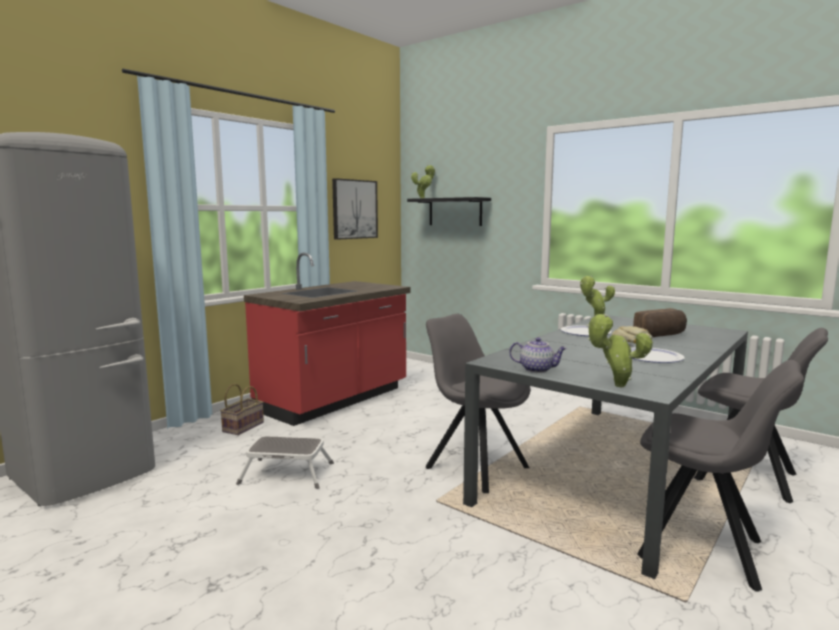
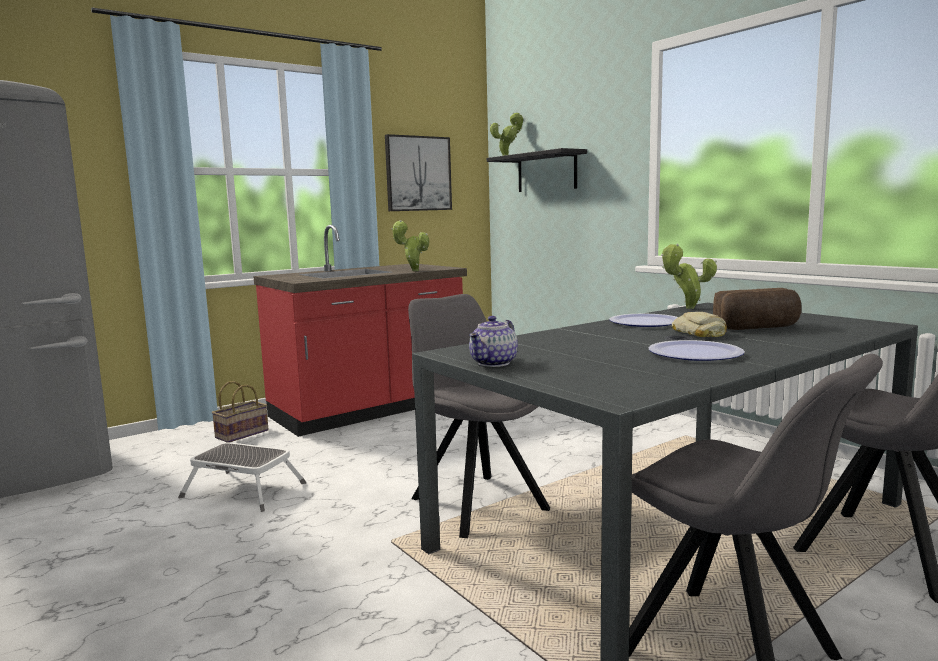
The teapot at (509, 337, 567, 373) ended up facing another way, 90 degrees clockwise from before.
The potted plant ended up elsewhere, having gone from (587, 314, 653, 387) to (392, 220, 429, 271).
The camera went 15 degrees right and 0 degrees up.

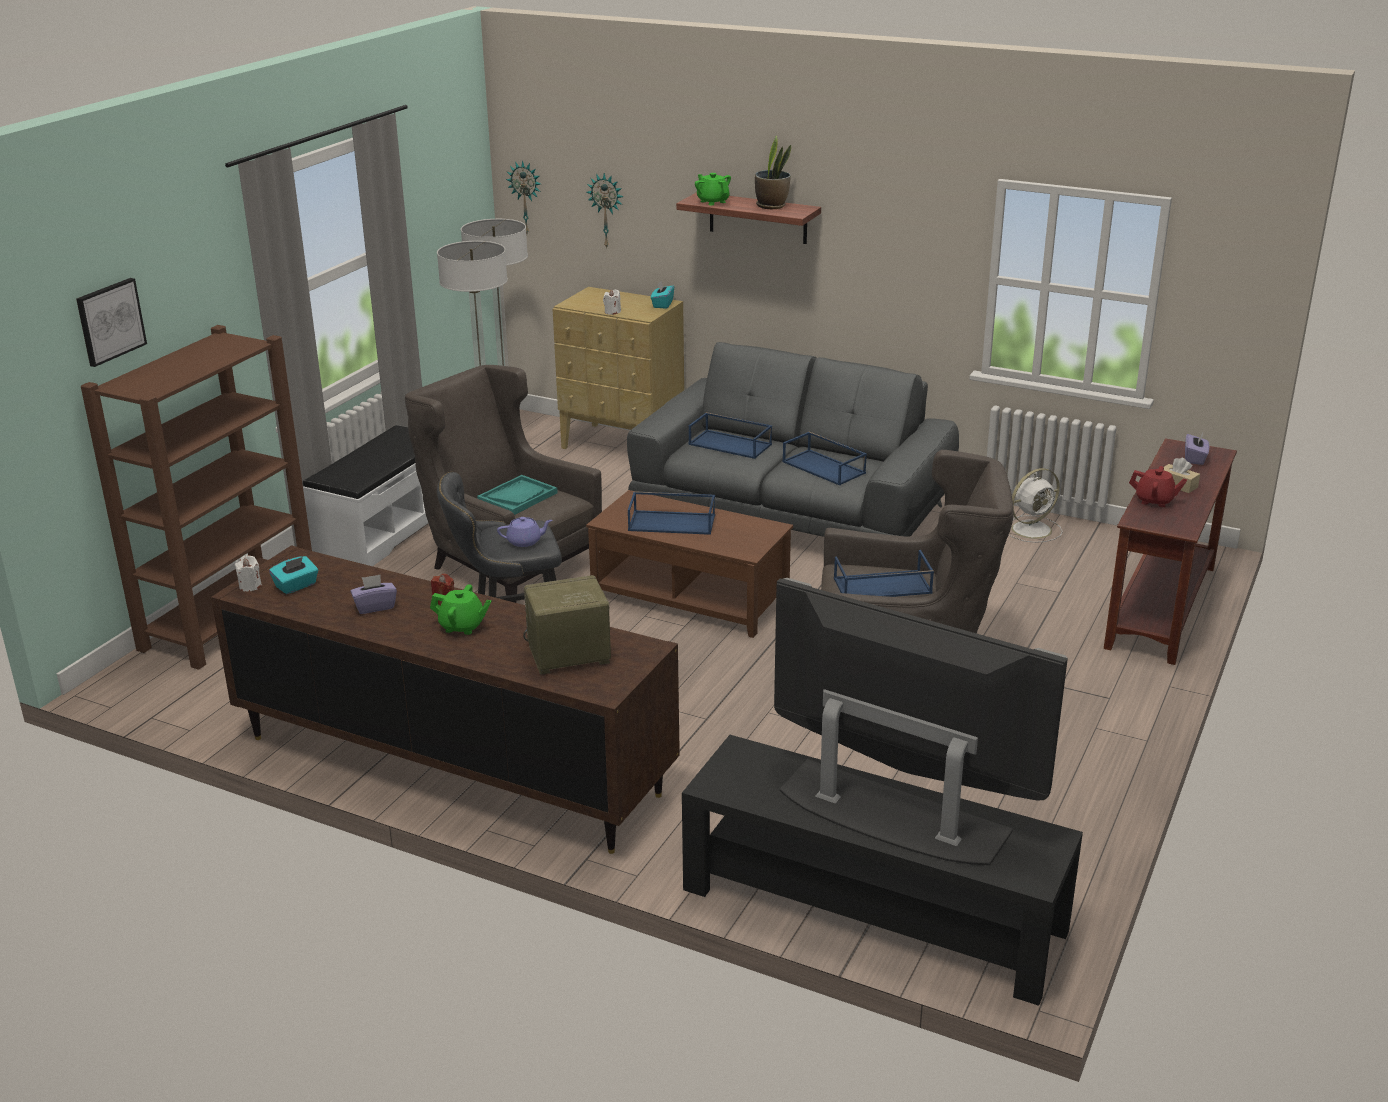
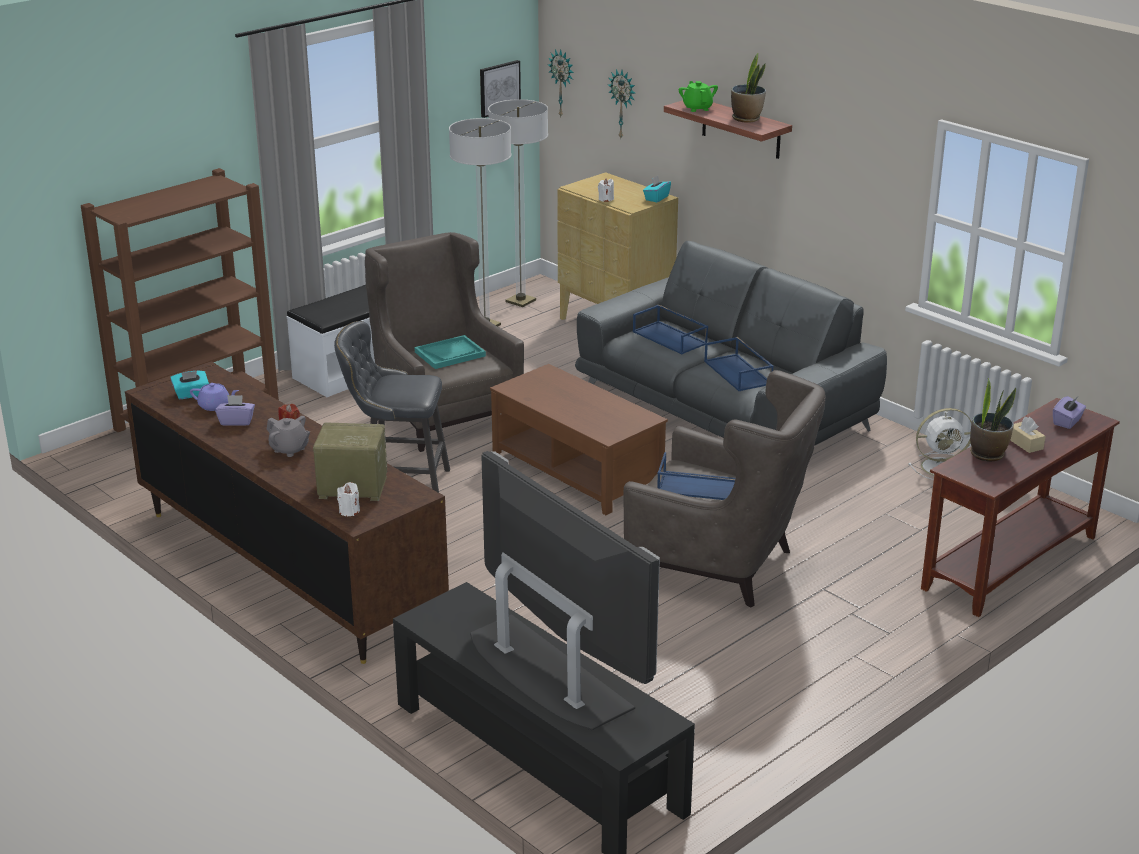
The picture ended up elsewhere, having gone from (76, 278, 147, 367) to (480, 60, 521, 118).
The candle in white ended up elsewhere, having gone from (235, 555, 262, 592) to (337, 482, 360, 516).
What was the teapot in green at (430, 584, 492, 635) turned into the teapot in grey at (267, 416, 310, 457).
The teapot in purple ended up elsewhere, having gone from (497, 517, 552, 547) to (190, 383, 239, 411).
The second view lost the tray in blue at (628, 491, 715, 535).
Where the teapot in red stood at (1129, 466, 1187, 507), the potted plant came to stand at (970, 378, 1016, 461).
The camera went 20 degrees right and 0 degrees up.

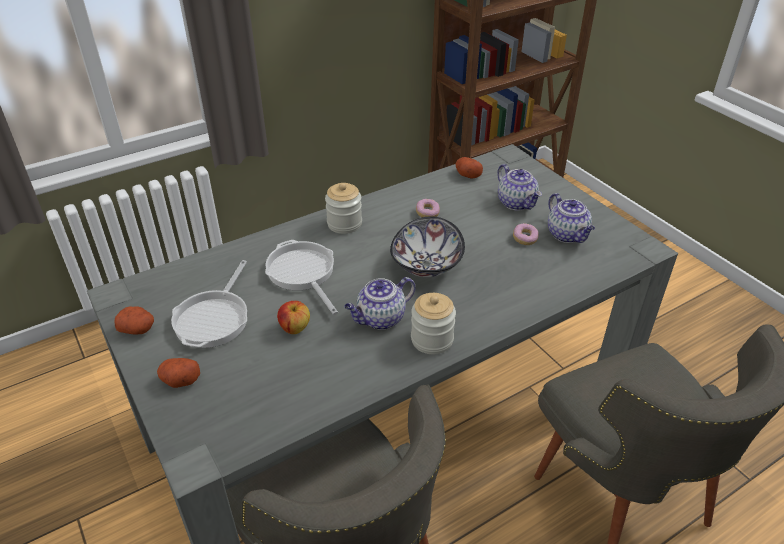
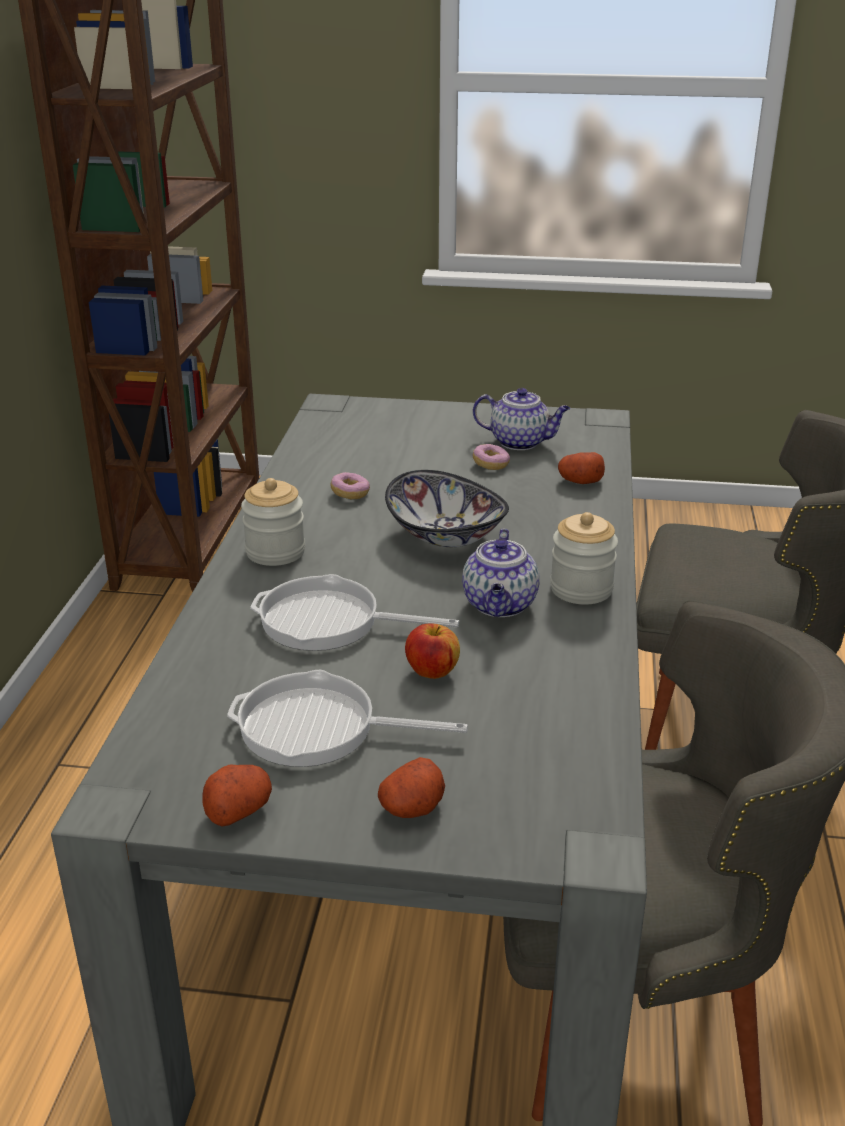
The frying pan at (171, 260, 247, 348) ended up facing another way, 135 degrees clockwise from before.
The potato ended up elsewhere, having gone from (456, 157, 483, 179) to (558, 452, 605, 484).
The second view lost the teapot at (497, 164, 542, 210).
The camera went 50 degrees left and 10 degrees down.

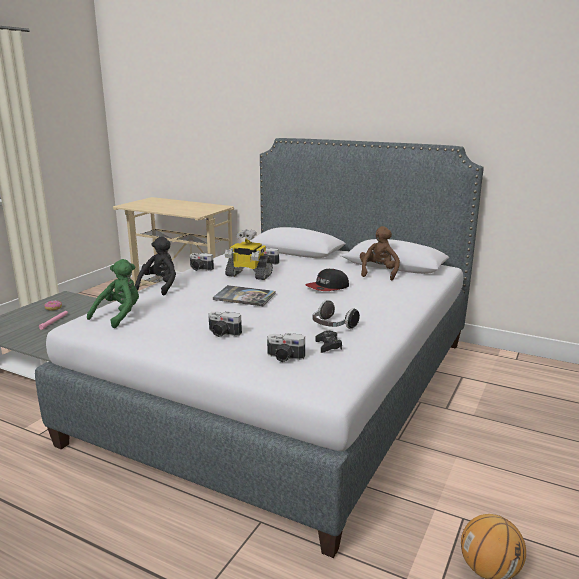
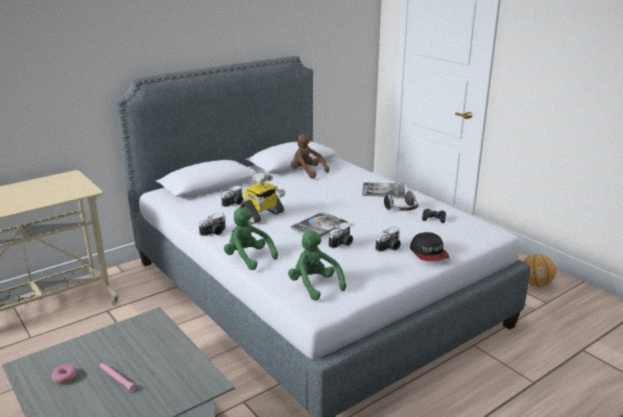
What was the plush toy in black at (135, 236, 176, 295) turned into the plush toy in green at (224, 208, 278, 270).
The photo camera ended up elsewhere, having gone from (267, 333, 305, 362) to (329, 222, 353, 248).
The cap ended up elsewhere, having gone from (305, 269, 349, 291) to (410, 232, 450, 261).
The second view gained the book at (362, 182, 405, 197).
The camera went 65 degrees left and 5 degrees up.

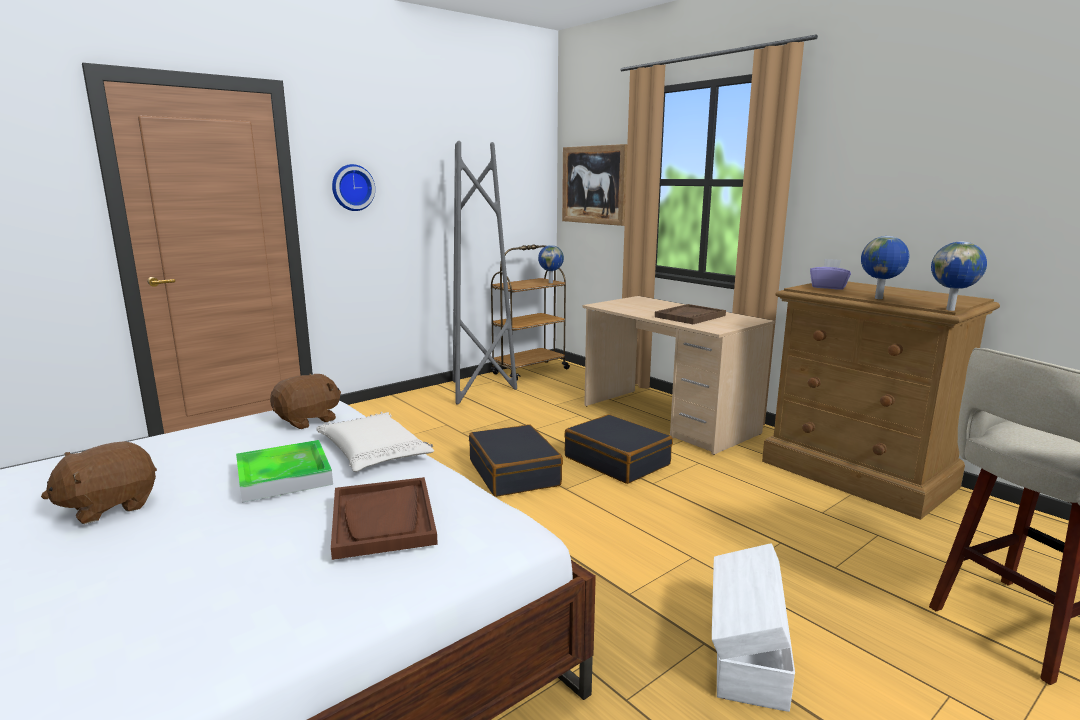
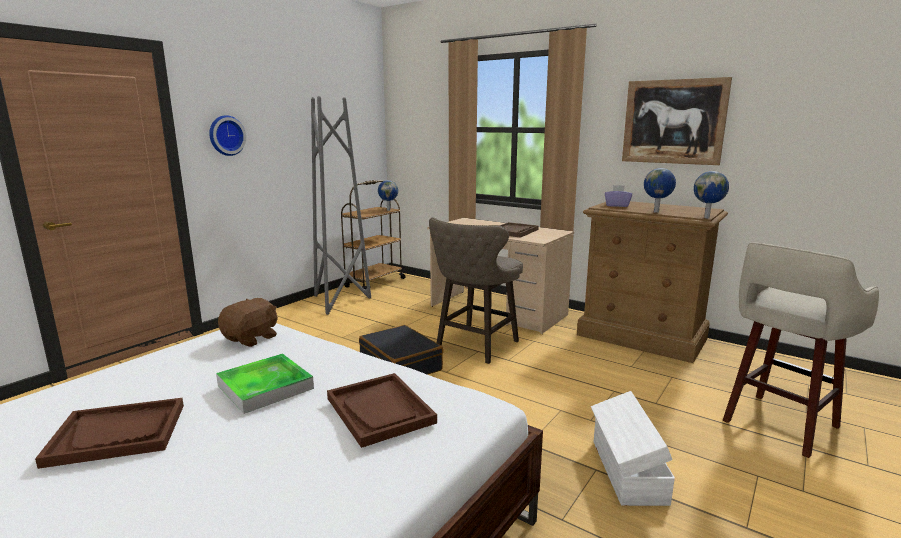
Where the plush toy in brown stood at (41, 441, 157, 524), the tray in brown came to stand at (35, 398, 184, 469).
The second view lost the pillow in white at (316, 412, 434, 472).
The picture ended up elsewhere, having gone from (562, 144, 627, 226) to (622, 77, 732, 165).
Where the suitcase in black stood at (564, 414, 673, 484), the stool in beige came to stand at (429, 217, 523, 364).
The camera went 15 degrees left and 0 degrees up.

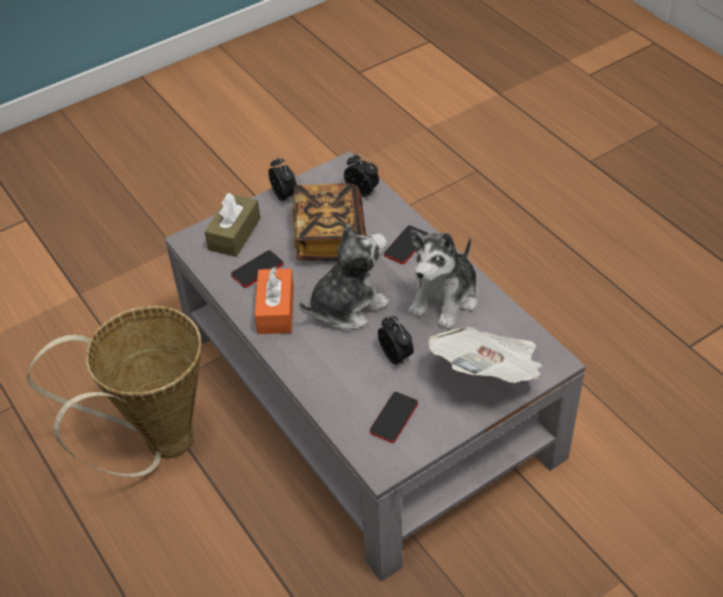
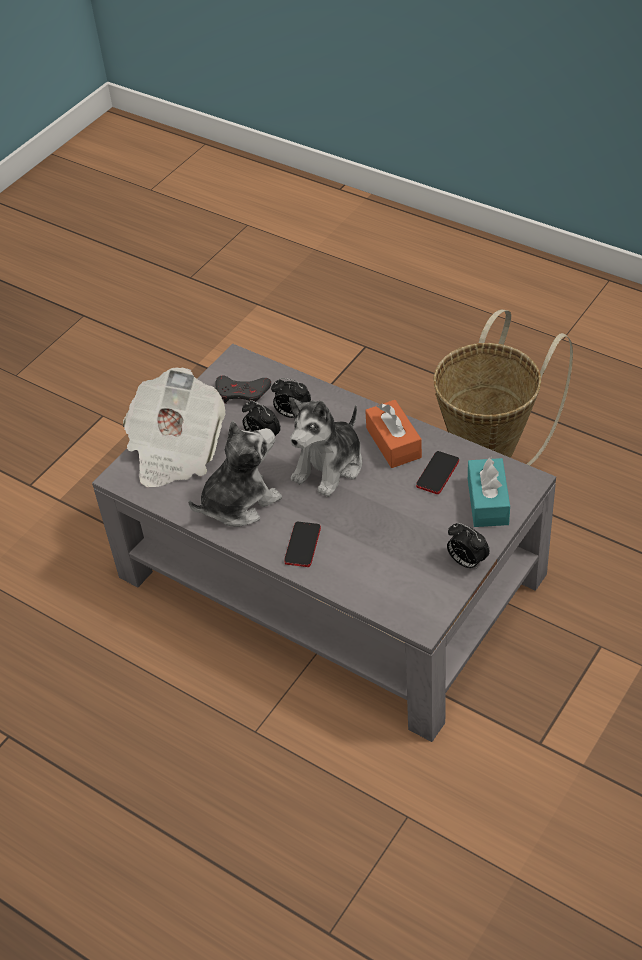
What was the tissue box in brown at (204, 193, 261, 257) turned into the tissue box in turquoise at (468, 457, 510, 527).
The second view lost the book at (292, 183, 367, 261).
The alarm clock ended up elsewhere, having gone from (344, 154, 379, 197) to (271, 378, 311, 418).
Where the phone stood at (370, 392, 418, 443), the game controller in grey came to stand at (215, 376, 271, 404).
The plush toy at (408, 230, 479, 330) ended up facing another way, 45 degrees clockwise from before.
The camera went 160 degrees right and 0 degrees up.

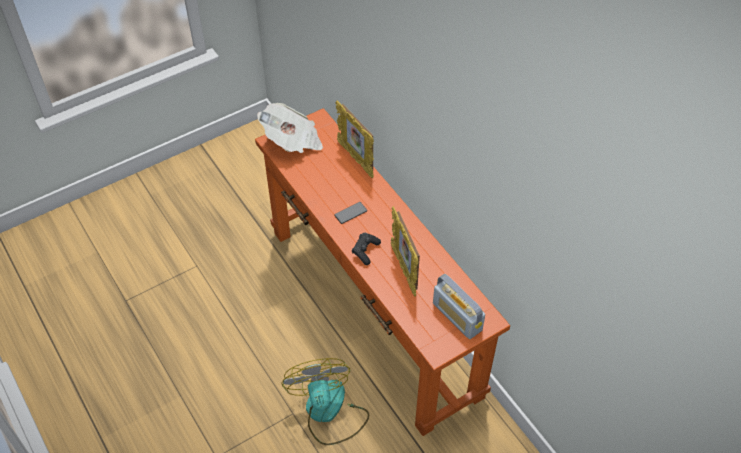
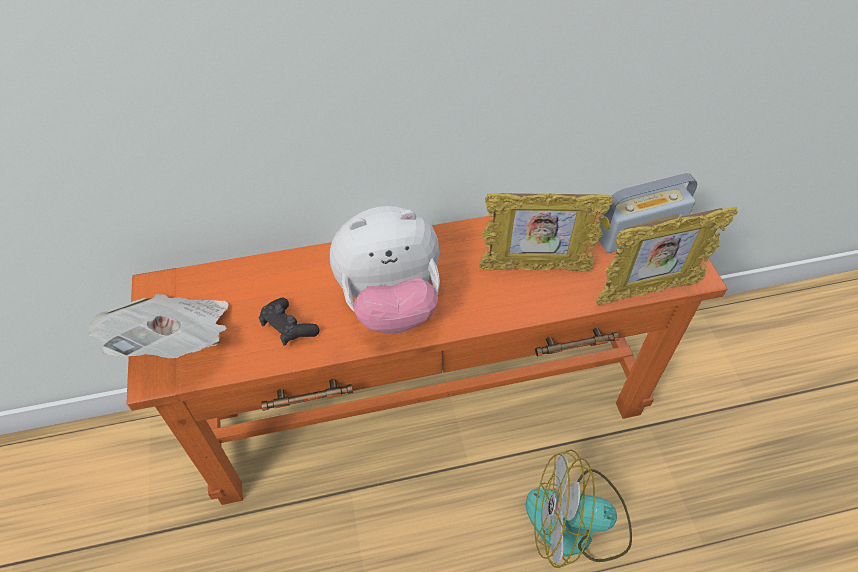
Where the phone stood at (334, 202, 367, 224), the plush toy came to stand at (330, 206, 440, 334).
The picture frame ended up elsewhere, having gone from (335, 101, 374, 178) to (596, 207, 737, 305).
The game controller in black ended up elsewhere, having gone from (352, 233, 381, 265) to (259, 298, 319, 346).
The camera went 70 degrees left and 0 degrees up.

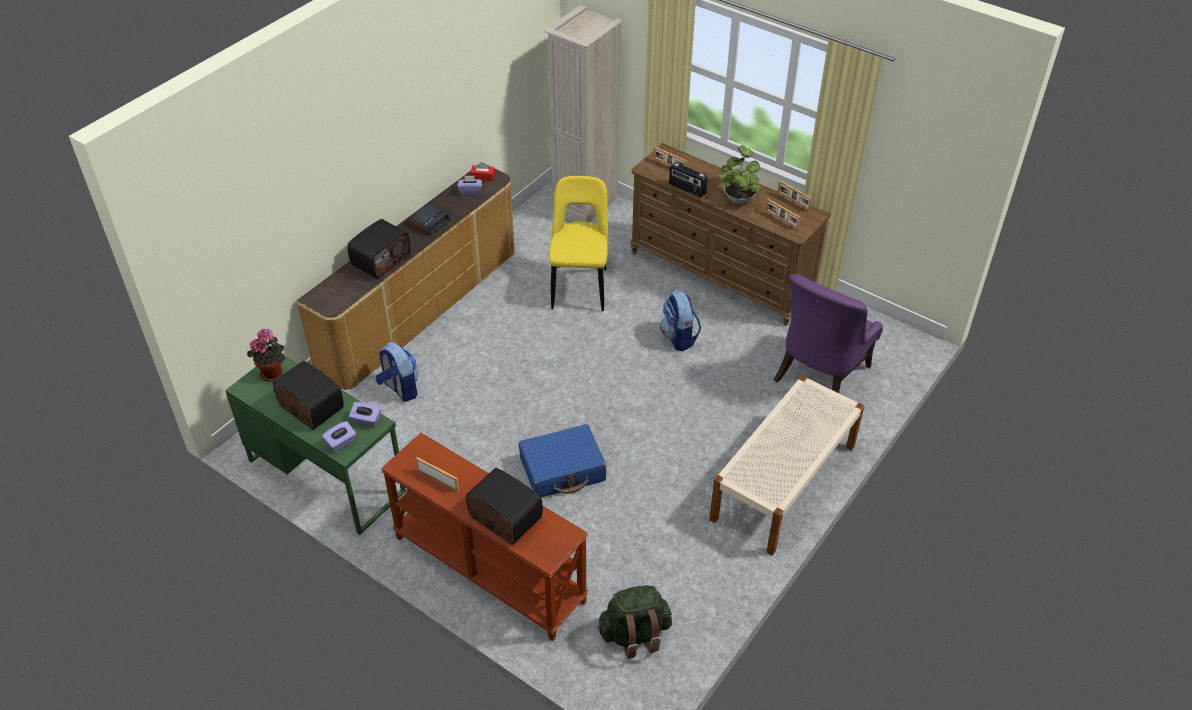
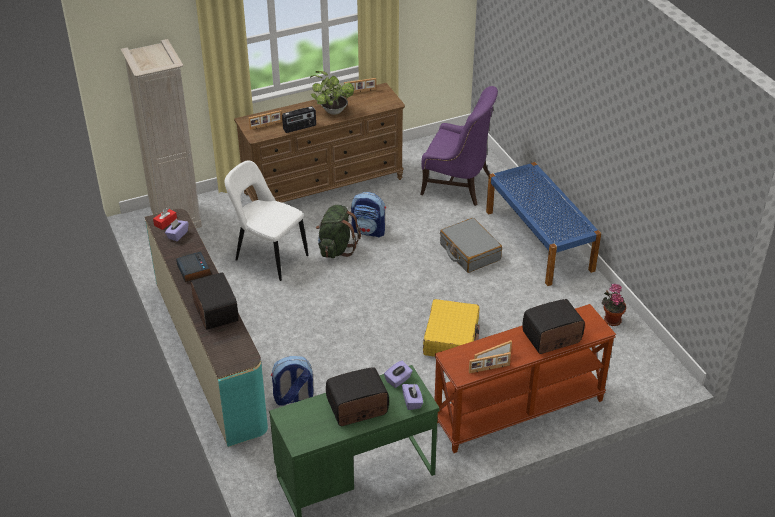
The potted plant ended up elsewhere, having gone from (247, 328, 285, 382) to (602, 283, 626, 326).
What was the cabinet in brown at (297, 163, 515, 390) turned into the cabinet in turquoise at (145, 209, 268, 447).
What was the suitcase in blue at (519, 424, 606, 497) turned into the suitcase in yellow at (423, 299, 480, 357).
What was the chair in yellow at (549, 176, 608, 311) turned into the chair in white at (224, 160, 308, 281).
The backpack in green ended up elsewhere, having gone from (597, 585, 672, 659) to (316, 205, 361, 258).
What was the bench in beige at (709, 375, 865, 556) turned into the bench in blue at (486, 162, 601, 286).
The picture frame ended up elsewhere, having gone from (765, 199, 801, 231) to (469, 352, 511, 373).
The chair in purple at (774, 274, 883, 406) ended up facing another way, 45 degrees counterclockwise from before.
The second view gained the suitcase in grey at (440, 218, 502, 273).
The camera went 60 degrees left and 5 degrees down.

